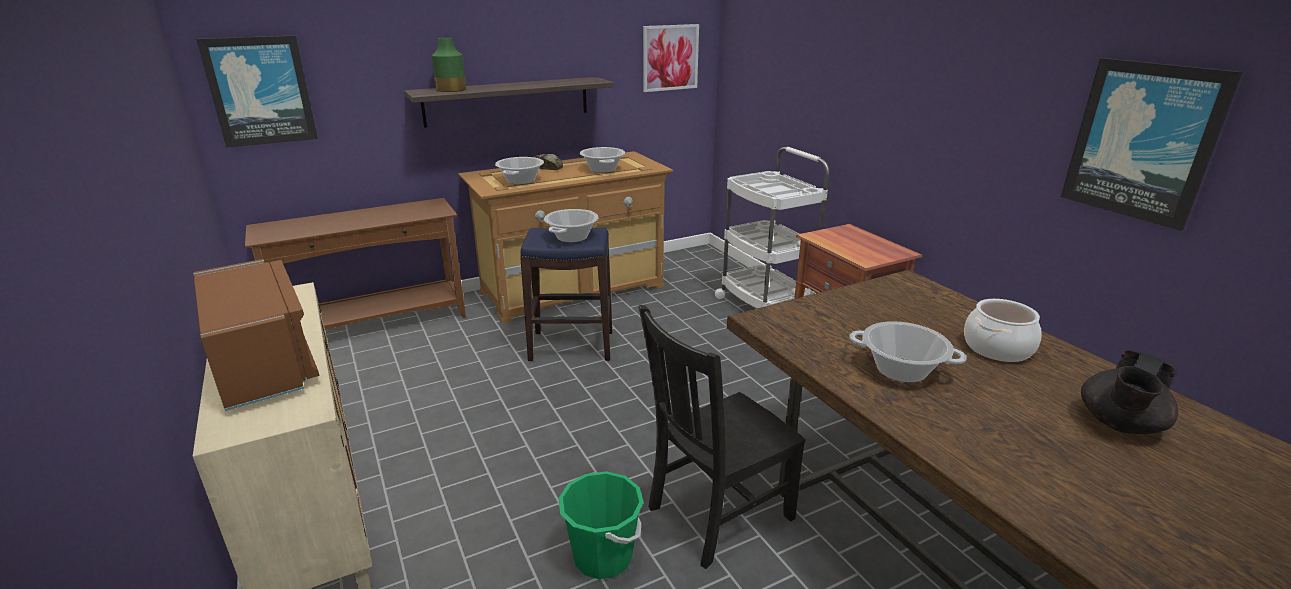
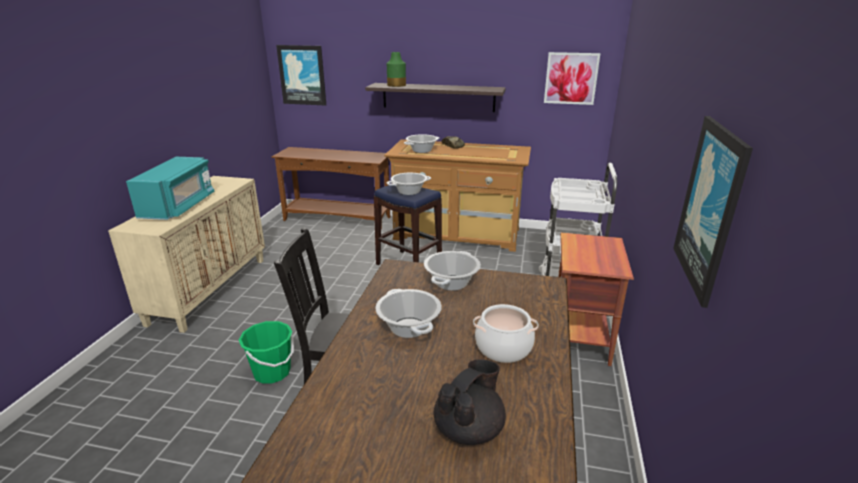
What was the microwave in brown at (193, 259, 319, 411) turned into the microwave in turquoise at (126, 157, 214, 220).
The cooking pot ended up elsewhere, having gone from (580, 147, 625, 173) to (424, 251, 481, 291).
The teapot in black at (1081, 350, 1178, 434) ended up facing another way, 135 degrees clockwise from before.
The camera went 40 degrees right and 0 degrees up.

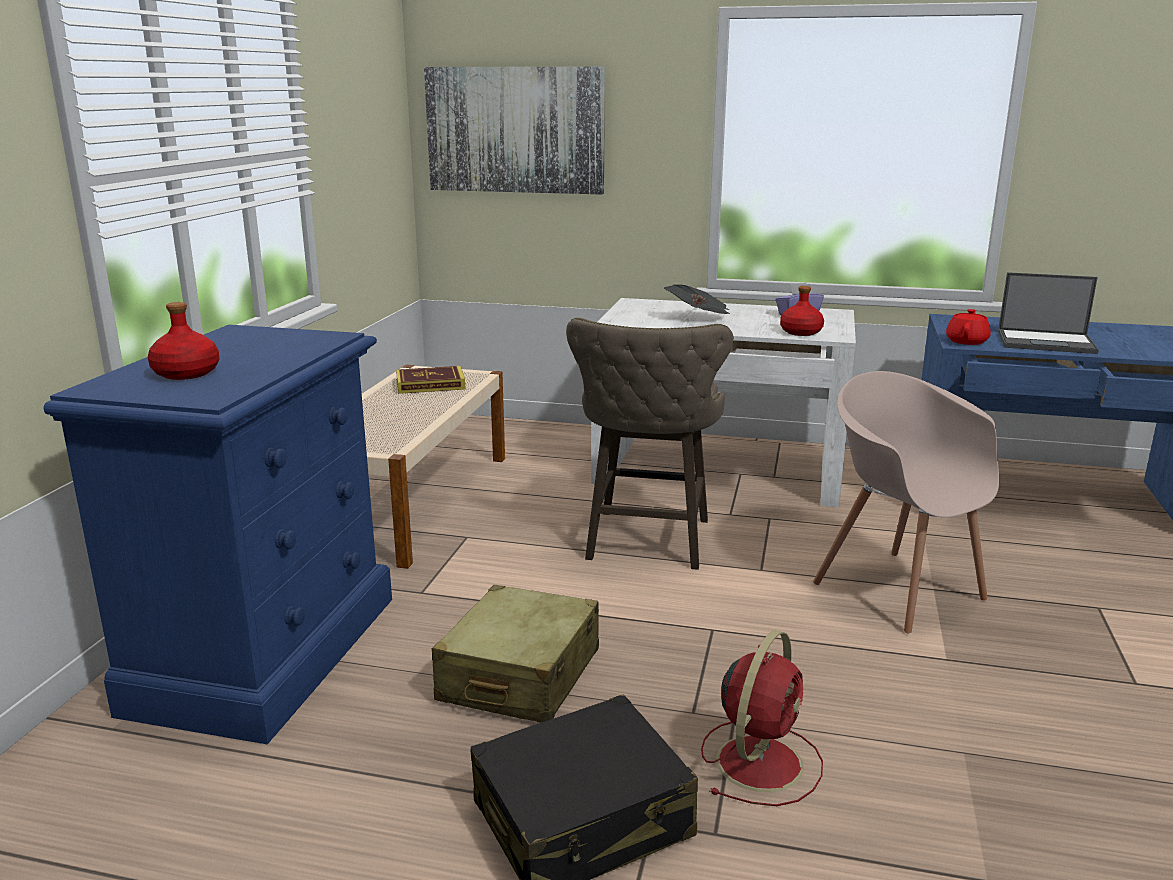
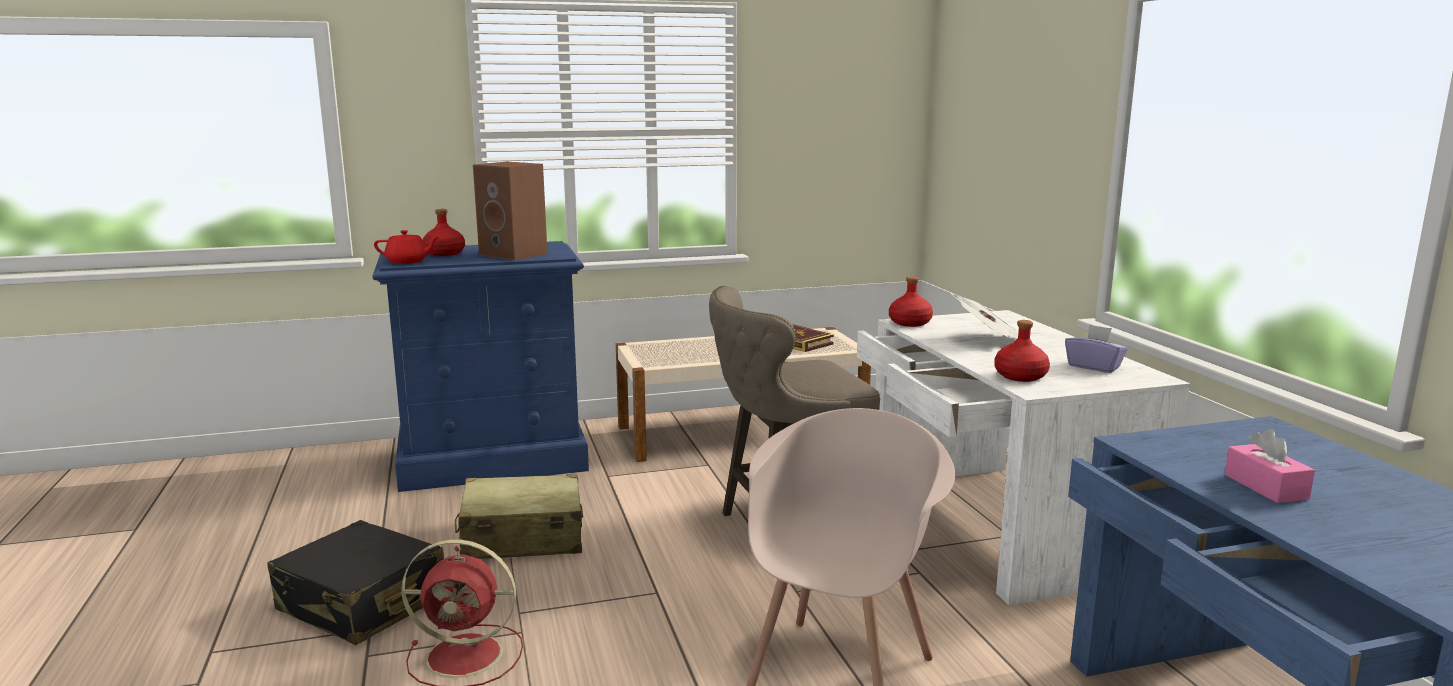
The second view lost the picture at (424, 67, 605, 195).
The teapot in red ended up elsewhere, having gone from (946, 309, 991, 345) to (374, 230, 439, 264).
Where the laptop stood at (998, 272, 1099, 354), the tissue box in pink came to stand at (1225, 429, 1315, 503).
The second view gained the speaker in brown at (473, 162, 548, 260).
The second view gained the bottle in red at (889, 276, 933, 327).
The camera went 60 degrees right and 5 degrees down.

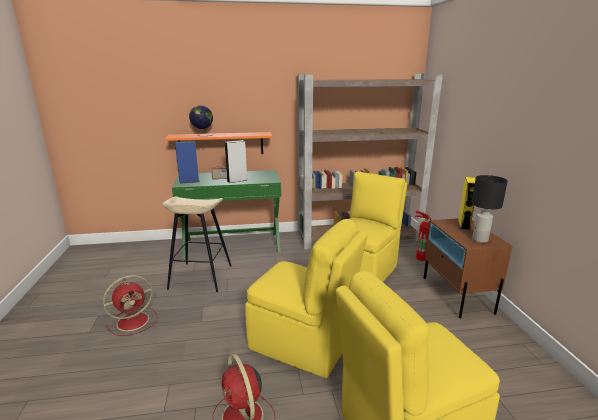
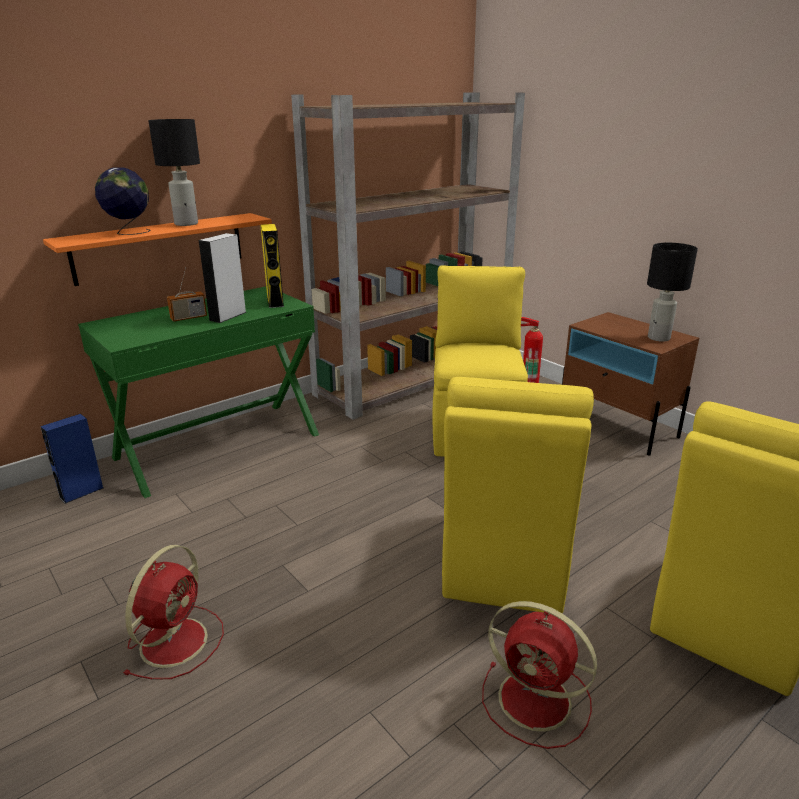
The second view lost the stool in beige at (163, 197, 231, 292).
The speaker in blue ended up elsewhere, having gone from (175, 141, 200, 184) to (41, 414, 104, 504).
The chair in yellow at (245, 219, 368, 378) ended up facing another way, 105 degrees clockwise from before.
The speaker in yellow ended up elsewhere, having gone from (458, 177, 475, 230) to (260, 224, 284, 308).
The second view gained the table lamp in black at (148, 119, 200, 226).
The camera went 30 degrees left and 5 degrees up.

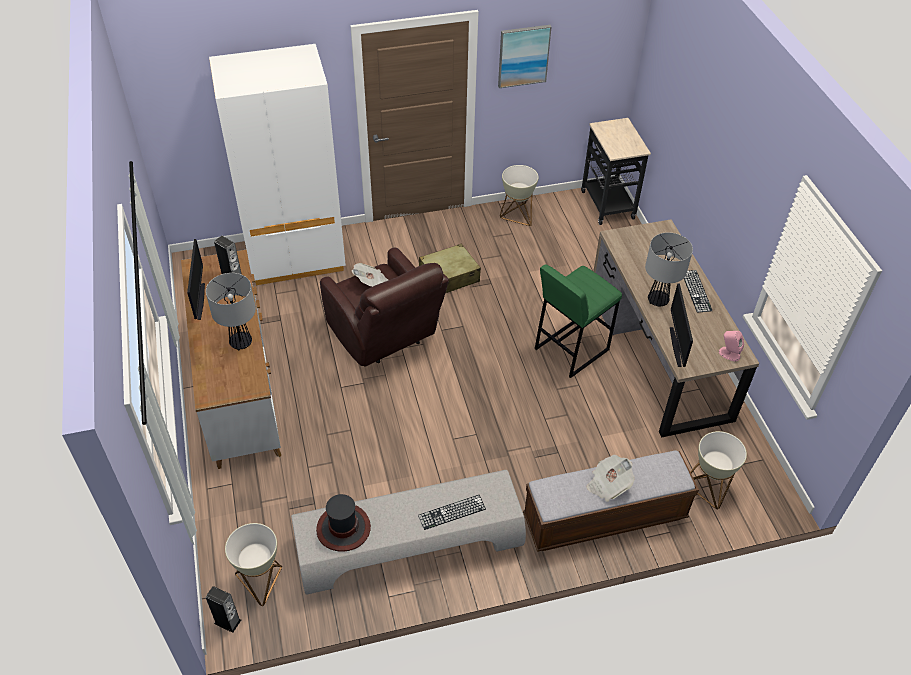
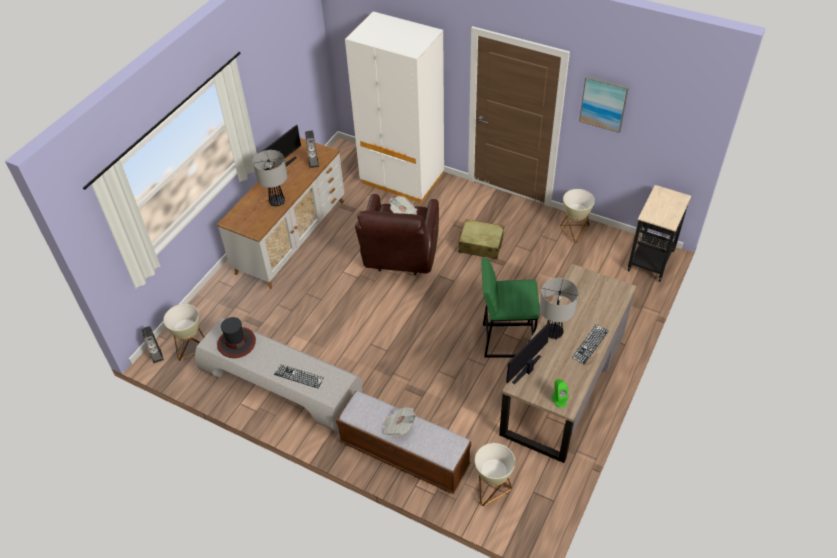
What was the speaker in pink at (719, 331, 744, 361) turned into the speaker in green at (552, 379, 568, 408).
The camera went 45 degrees right and 0 degrees up.

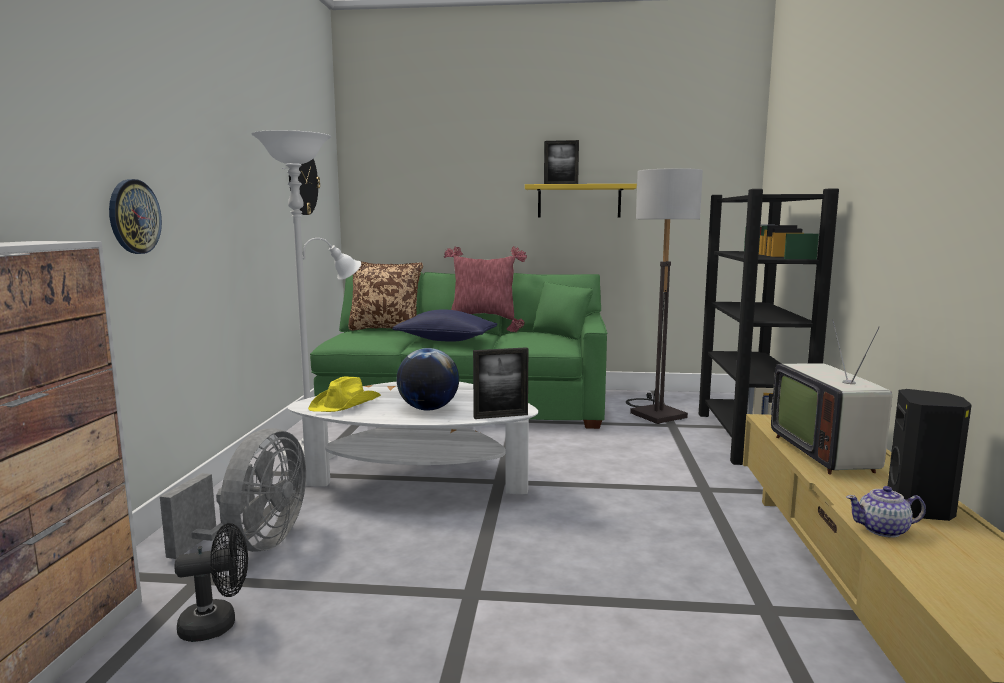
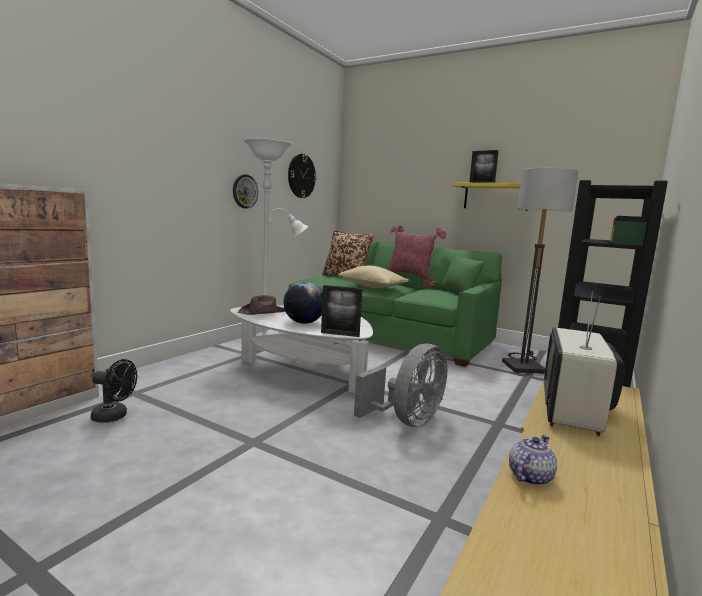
The wall clock ended up elsewhere, having gone from (109, 179, 162, 254) to (233, 174, 258, 209).
The fan in grey ended up elsewhere, having gone from (160, 428, 306, 559) to (354, 343, 447, 427).
What was the hat in yellow at (308, 376, 381, 412) turned into the hat in brown at (238, 295, 285, 315).
What was the pillow in blue at (392, 310, 497, 342) turned into the pillow in beige at (338, 266, 409, 288).
The teapot at (846, 486, 926, 538) ended up facing another way, 105 degrees clockwise from before.
The second view lost the speaker in black at (888, 389, 972, 521).
The camera went 25 degrees right and 0 degrees up.

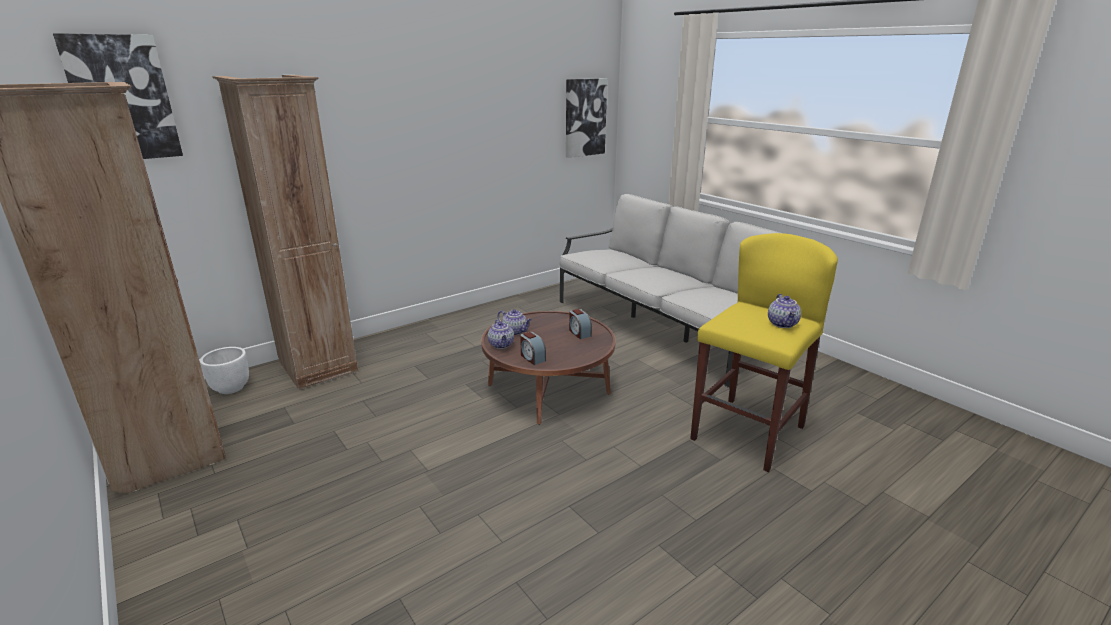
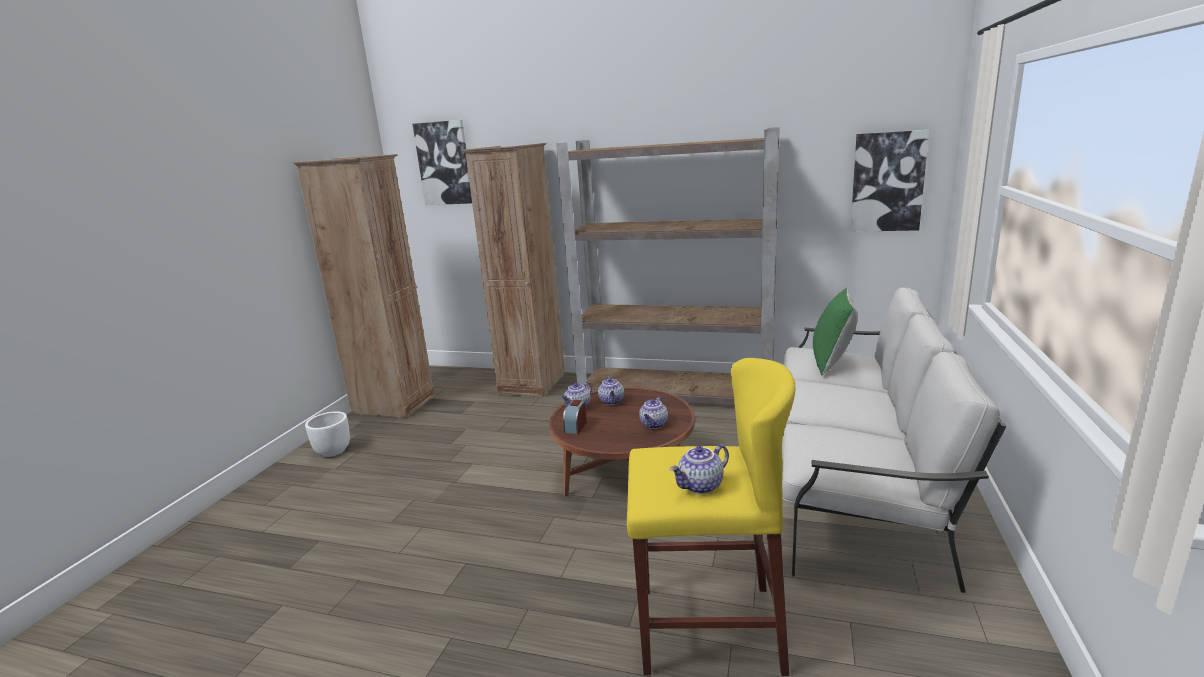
The planter in white ended up elsewhere, having gone from (200, 347, 249, 394) to (305, 411, 350, 457).
Where the alarm clock stood at (569, 309, 592, 339), the teapot came to stand at (639, 397, 668, 429).
The second view gained the bookcase in brown at (556, 127, 780, 405).
The second view gained the pillow in green at (813, 288, 858, 375).
The camera went 55 degrees right and 5 degrees down.

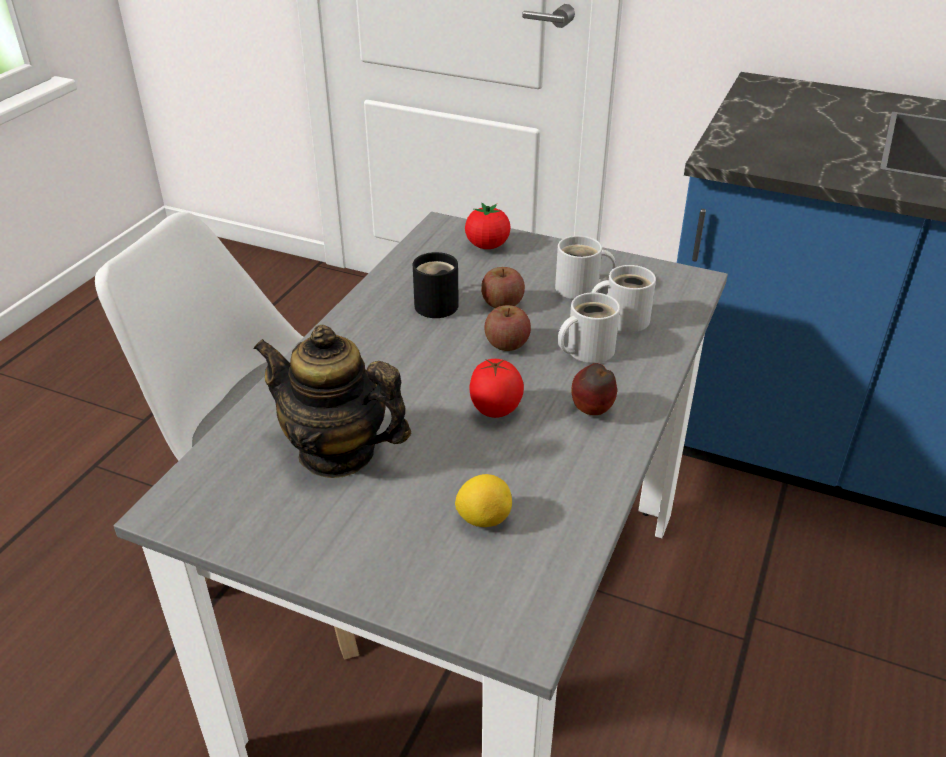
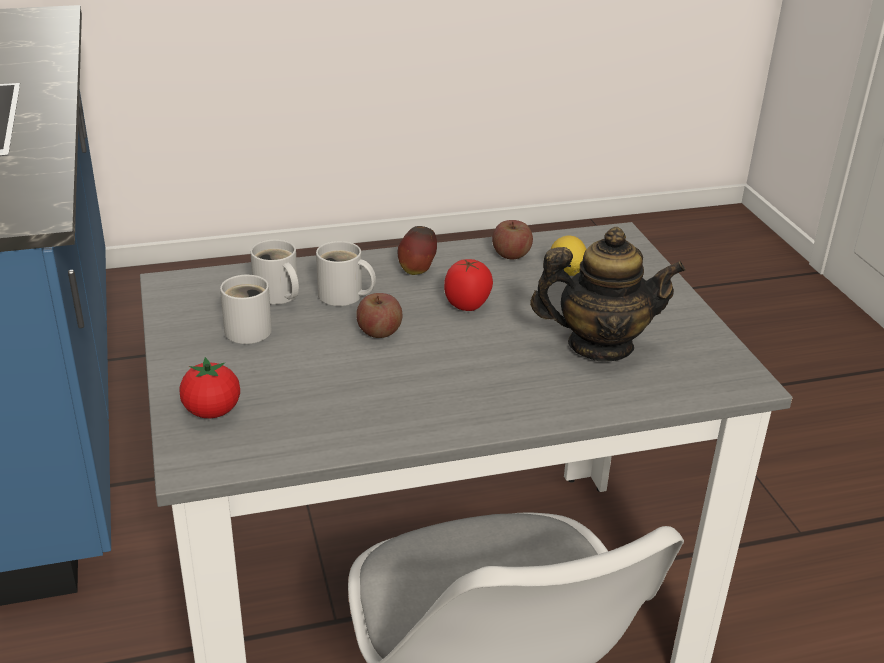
The teapot at (253, 325, 411, 478) ended up facing another way, 75 degrees counterclockwise from before.
The second view lost the mug in black at (413, 252, 459, 318).
The apple ended up elsewhere, having gone from (481, 267, 525, 308) to (492, 220, 533, 260).
The camera went 130 degrees left and 5 degrees down.

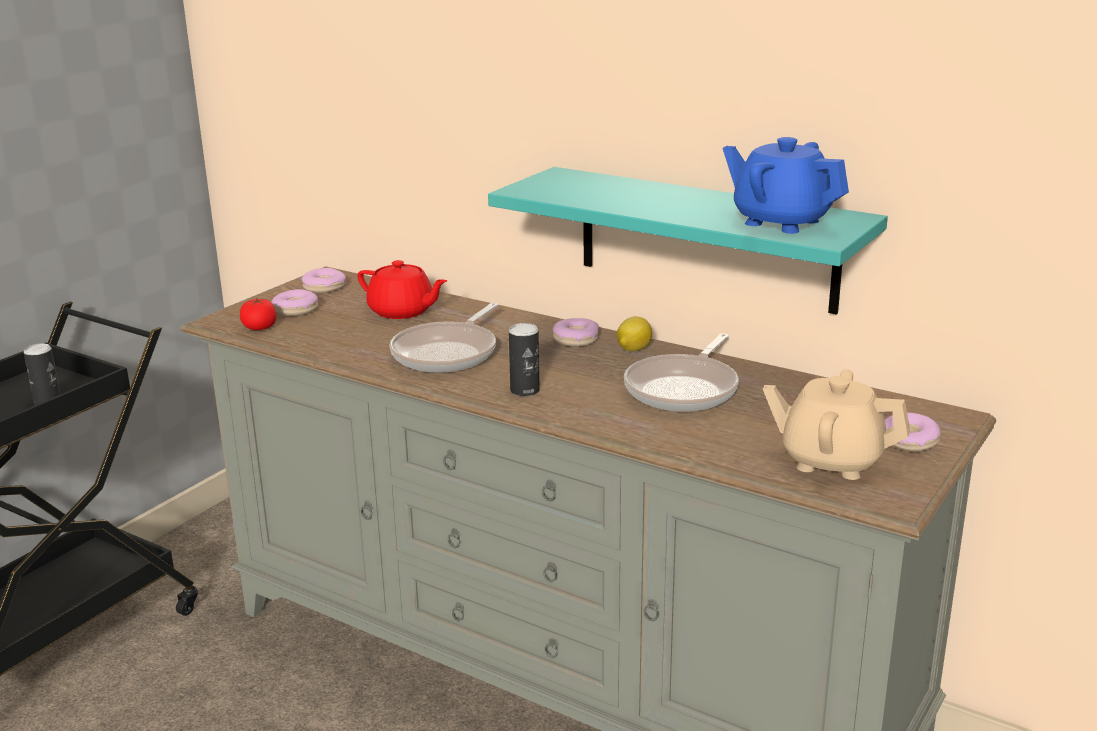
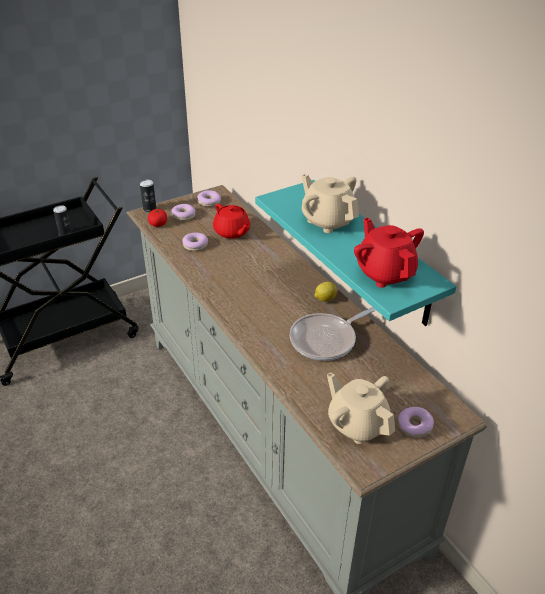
The second view lost the frying pan at (390, 303, 499, 373).
The can ended up elsewhere, having gone from (509, 323, 540, 396) to (140, 180, 156, 212).
The donut ended up elsewhere, having gone from (553, 318, 599, 347) to (182, 233, 208, 251).
What was the teapot in blue at (723, 137, 849, 234) turned into the teapot in red at (354, 218, 424, 288).
The second view gained the teapot in beige at (301, 174, 359, 233).
The camera went 25 degrees right and 15 degrees up.

